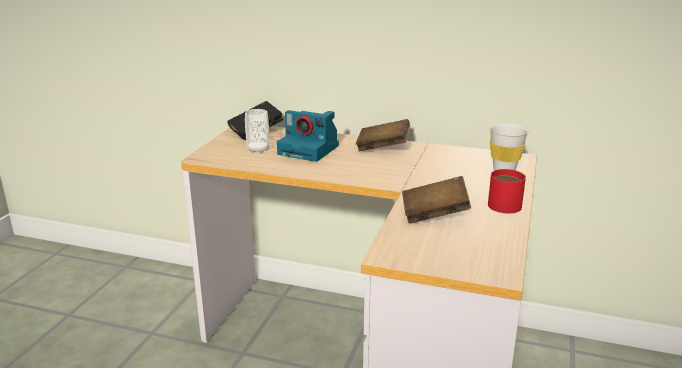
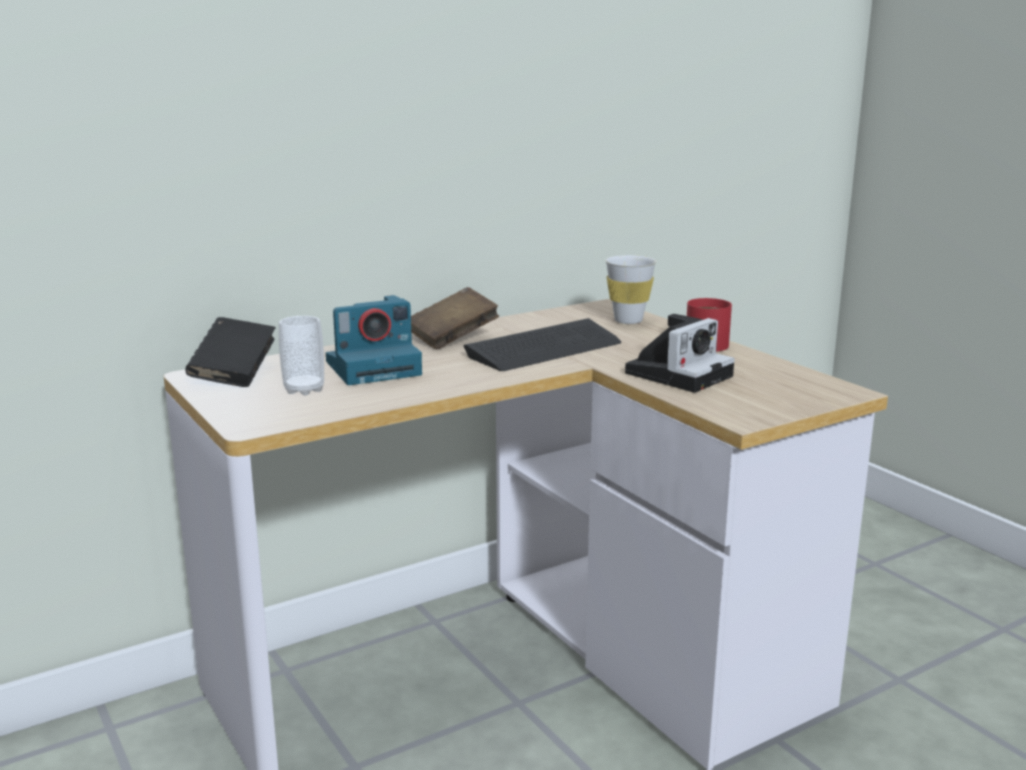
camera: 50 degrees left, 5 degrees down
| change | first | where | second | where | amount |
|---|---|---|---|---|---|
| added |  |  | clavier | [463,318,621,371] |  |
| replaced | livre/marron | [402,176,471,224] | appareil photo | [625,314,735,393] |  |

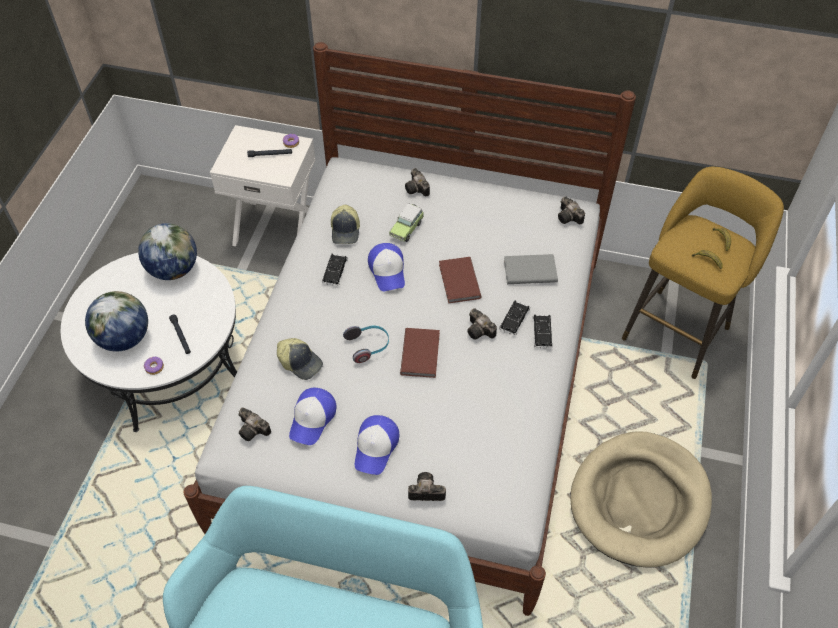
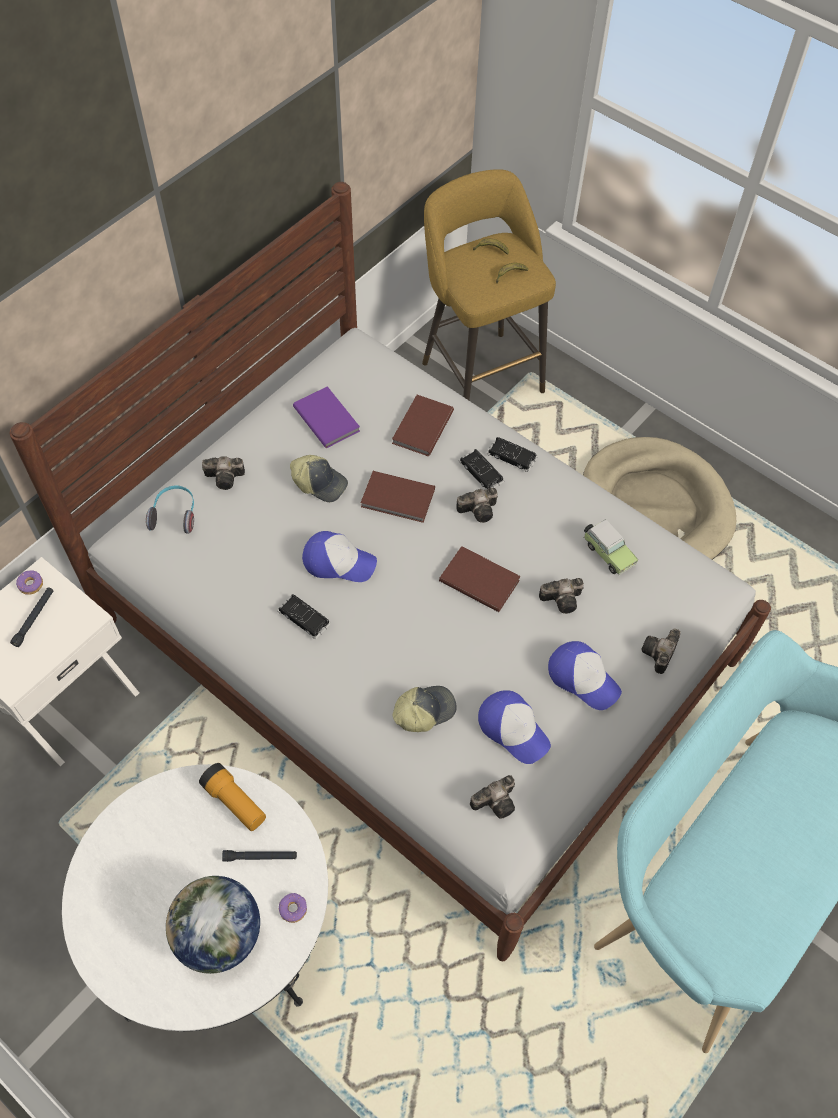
camera: 65 degrees left, 5 degrees up
| change | first | where | second | where | amount |
|---|---|---|---|---|---|
| removed | globe | [138,223,197,280] |  |  |  |
| added |  |  | lampe de poche | [199,763,266,831] |  |
| added |  |  | livre/violet | [293,386,360,448] |  |
| moved | casquette | [331,205,360,244] |  | [290,455,348,502] |  |
| moved | casque audio | [343,326,389,363] |  | [146,486,194,534] |  |
| moved | petite voiture | [389,203,424,242] |  | [583,519,638,575] |  |
| moved | appareil photo | [558,196,585,225] |  | [539,578,584,614] |  |
| recoloured | livre/gris | [504,254,558,284] | livre/marron | [392,395,454,456] |  |

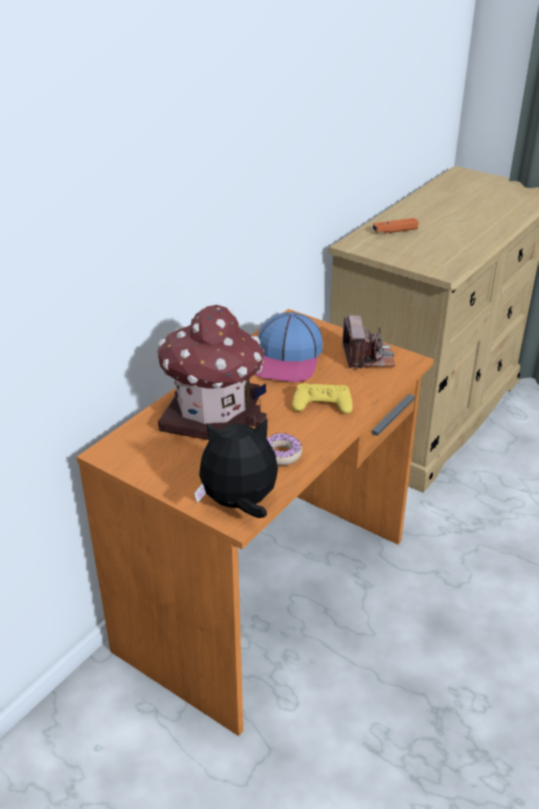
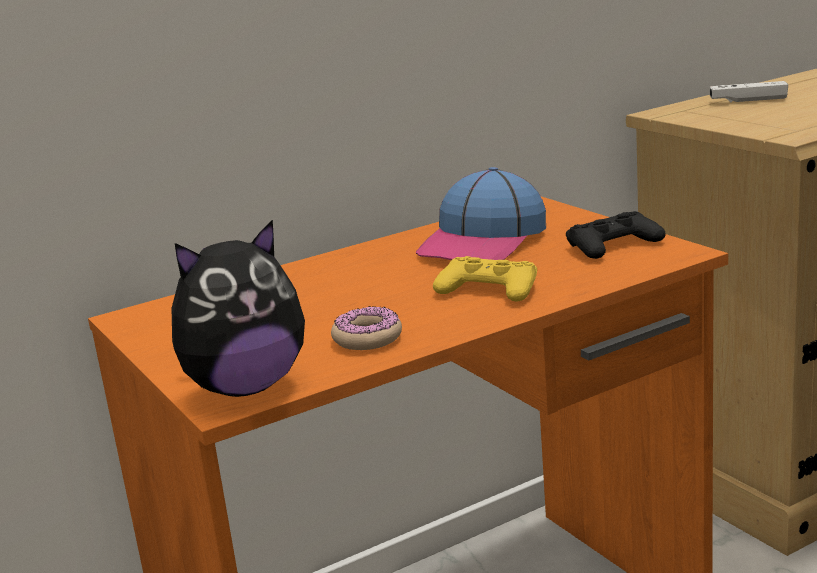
camera: 25 degrees right, 15 degrees down
| change | first | where | second | where | amount |
|---|---|---|---|---|---|
| removed | maison miniature | [158,304,266,440] |  |  |  |
| replaced | appareil photo | [342,315,395,370] | manette/noir | [566,211,666,259] |  |
| recoloured | manette/orange | [373,218,419,233] | manette/blanc | [710,81,788,102] |  |
| turned | peluche | [194,419,278,518] |  | [172,219,305,397] | 135 degrees clockwise |

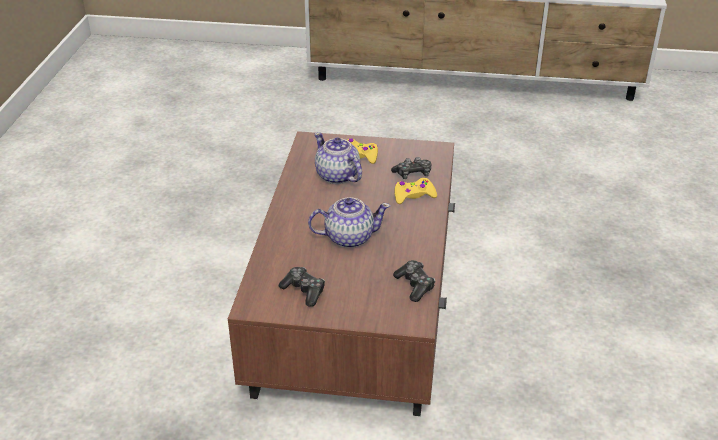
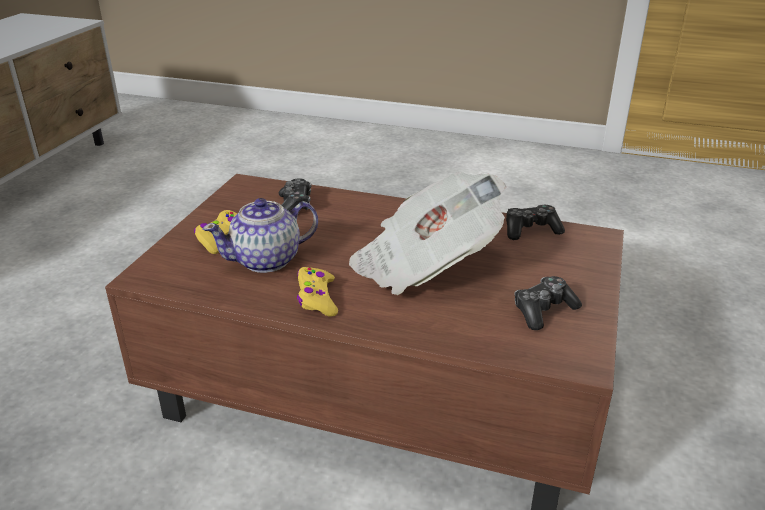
camera: 80 degrees left, 5 degrees down
| change | first | where | second | where | amount |
|---|---|---|---|---|---|
| moved | manette/jaune | [394,178,437,204] |  | [297,267,338,317] |  |
| replaced | théière | [308,197,390,248] | journal | [349,172,506,295] |  |

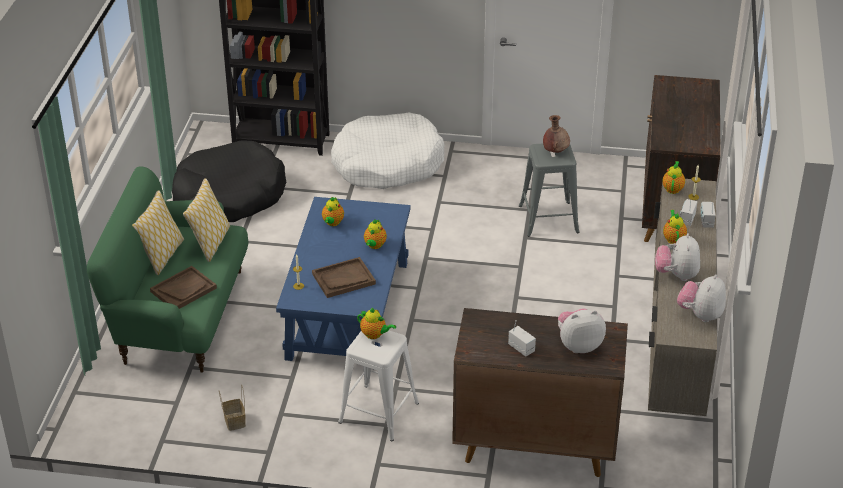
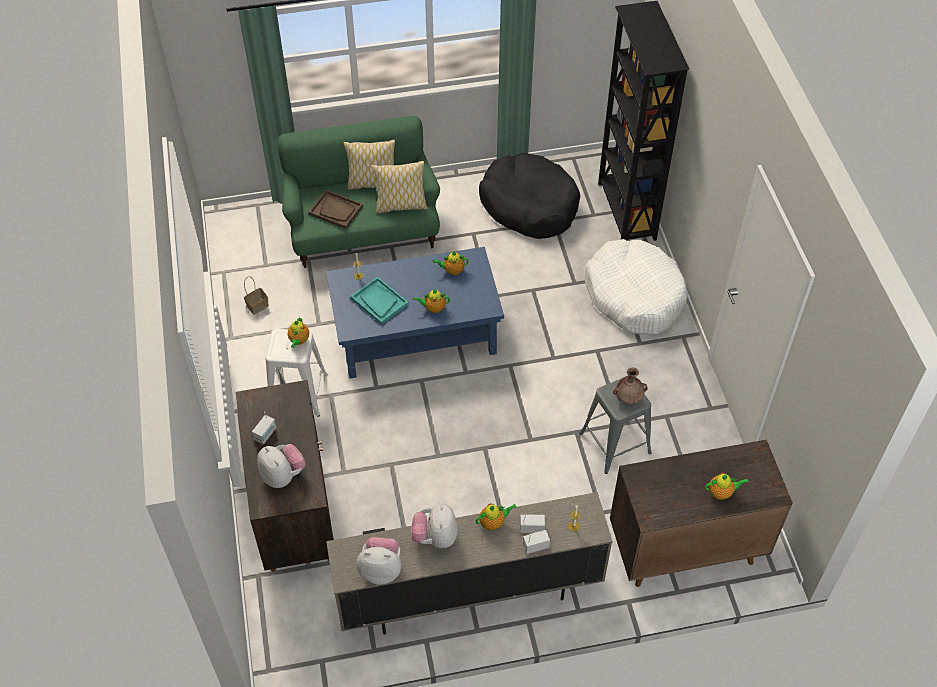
camera: 70 degrees right, 15 degrees up
| change | first | where | second | where | amount |
|---|---|---|---|---|---|
| moved | théière | [662,161,685,194] |  | [705,473,748,500] |  |
| recoloured | plateau/marron | [312,257,376,298] | plateau/turquoise | [350,277,409,325] |  |
| turned | peluche | [655,233,700,281] |  | [411,503,458,548] | 75 degrees counterclockwise |

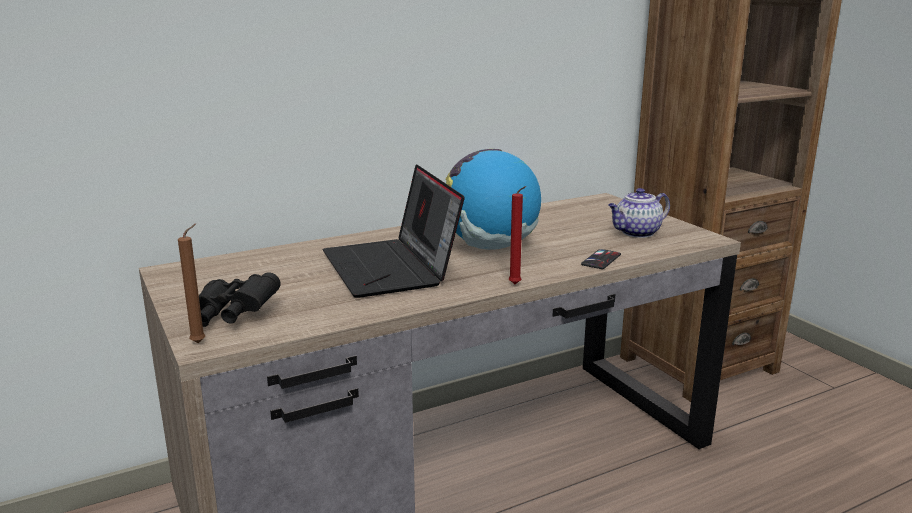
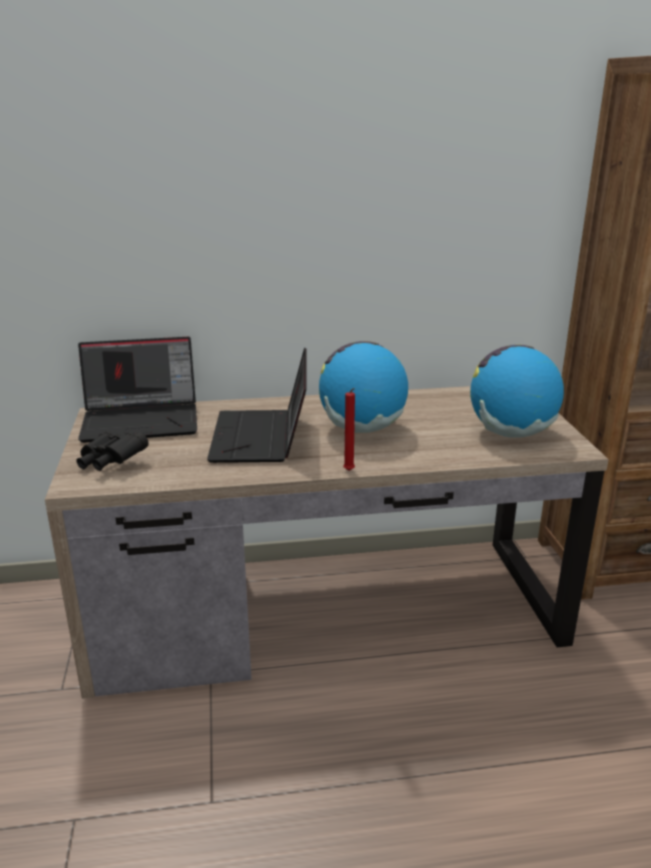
camera: 20 degrees right, 5 degrees up
| change | first | where | second | where | amount |
|---|---|---|---|---|---|
| removed | bougie/marron | [178,223,205,343] |  |  |  |
| removed | téléphone | [581,249,621,269] |  |  |  |
| added |  |  | ordinateur portable | [78,337,197,443] |  |
| replaced | théière | [608,188,670,238] | globe | [470,345,564,438] |  |

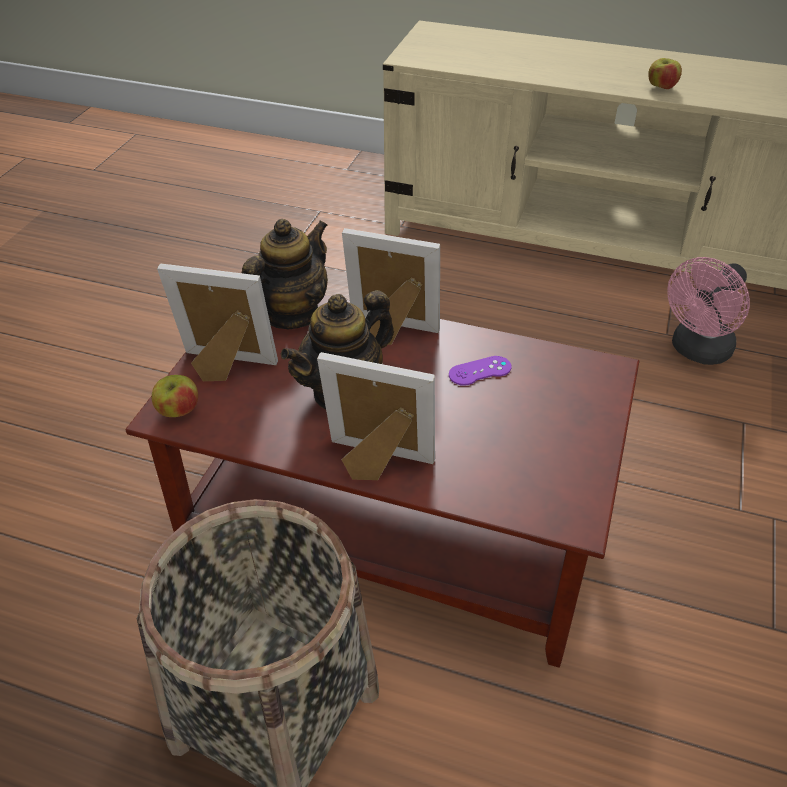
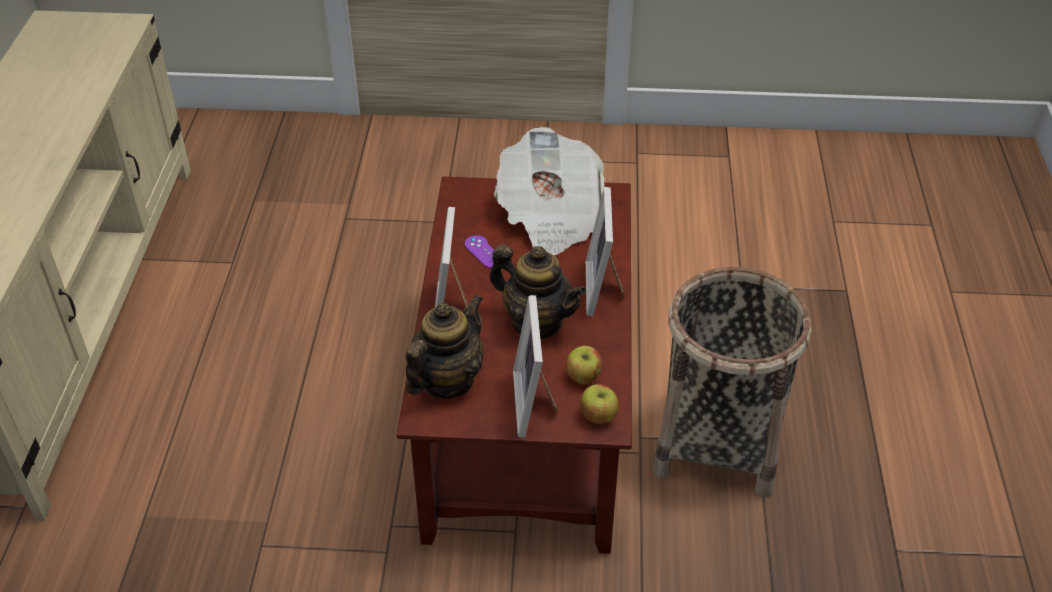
camera: 105 degrees left, 0 degrees up
| change | first | where | second | where | amount |
|---|---|---|---|---|---|
| removed | ventilateur/rose | [667,257,750,365] |  |  |  |
| added |  |  | journal | [494,127,604,255] |  |
| moved | pomme | [648,58,682,89] |  | [566,346,602,384] |  |
| turned | théière | [242,219,328,329] |  | [406,294,484,399] | 105 degrees clockwise |

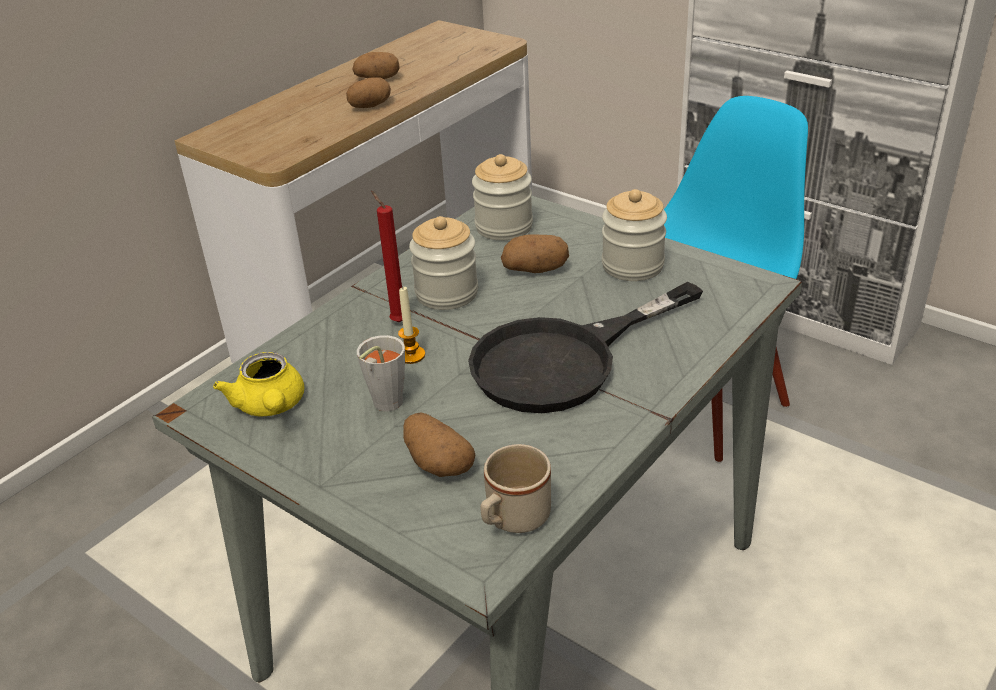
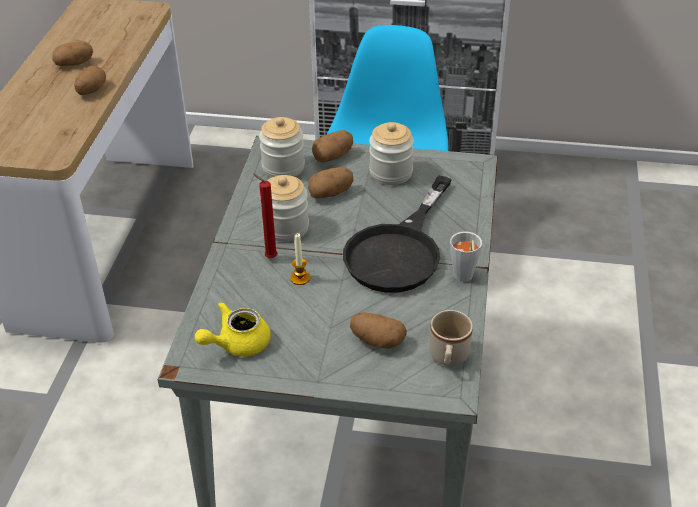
camera: 30 degrees left, 5 degrees up
| change | first | where | second | where | amount |
|---|---|---|---|---|---|
| added |  |  | pomme de terre | [312,130,353,162] |  |
| moved | tasse/gris | [357,335,405,411] |  | [450,231,482,282] |  |
| turned | théière/jaune | [213,352,304,417] |  | [195,302,271,357] | 105 degrees clockwise |

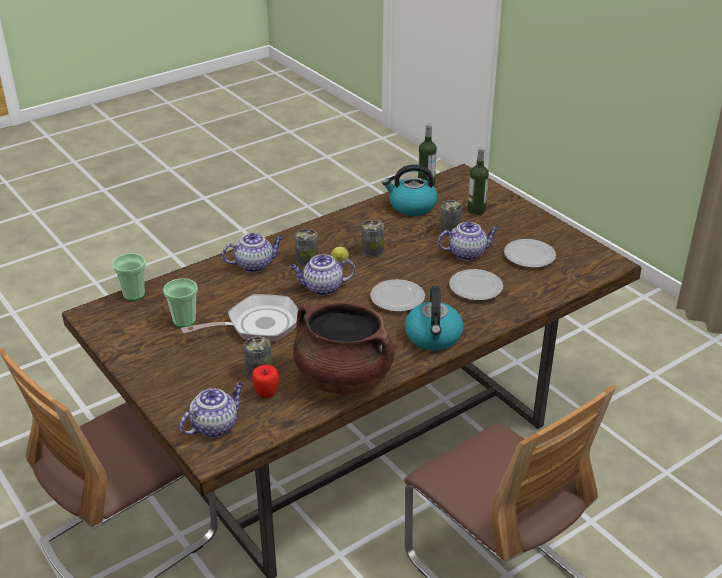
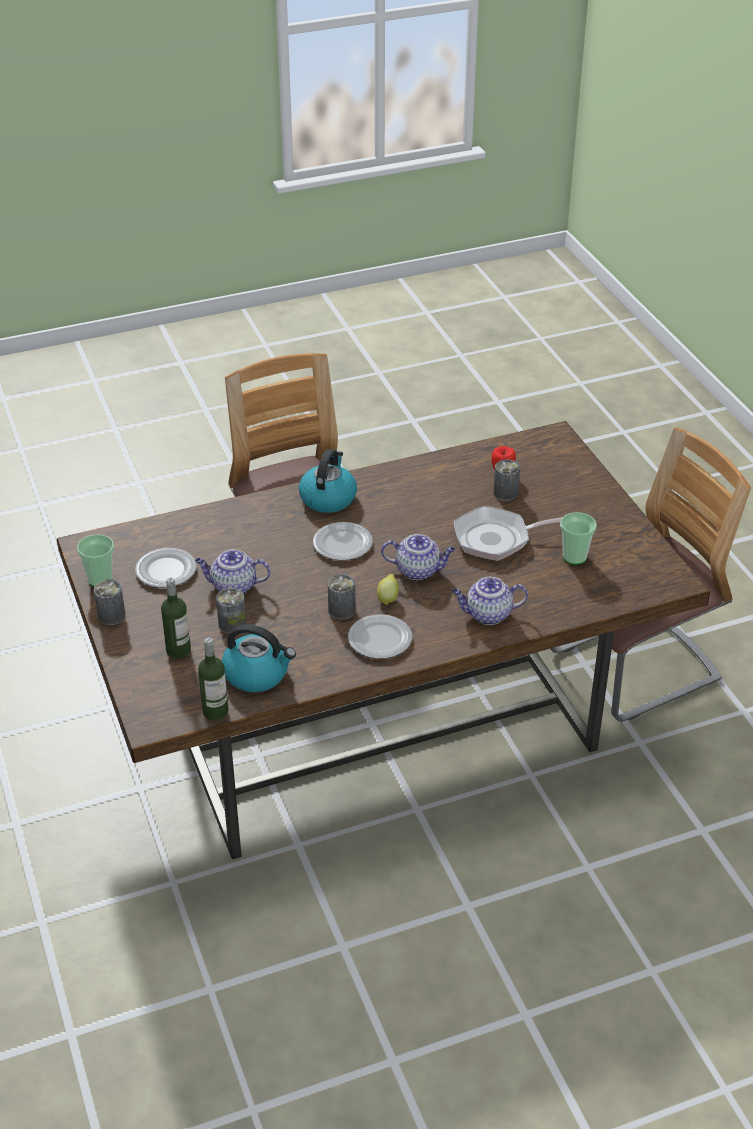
camera: 165 degrees left, 5 degrees up
| change | first | where | second | where | amount |
|---|---|---|---|---|---|
| removed | théière | [180,383,244,438] |  |  |  |
| removed | marmite/marron | [293,302,395,394] |  |  |  |
| moved | tasse | [112,253,146,301] |  | [77,534,114,587] |  |
| moved | boîte métallique | [295,229,318,266] |  | [94,580,126,625] |  |
| moved | assiette | [449,269,503,301] |  | [348,614,412,659] |  |

